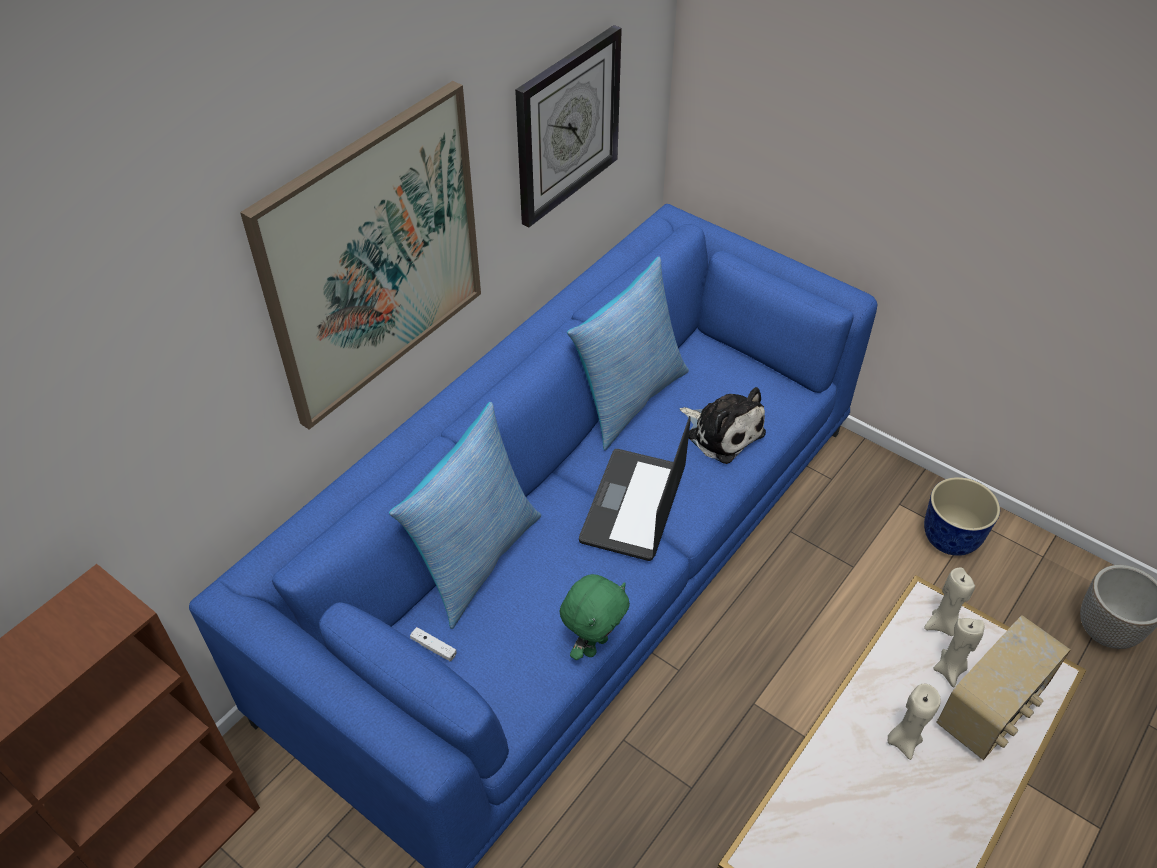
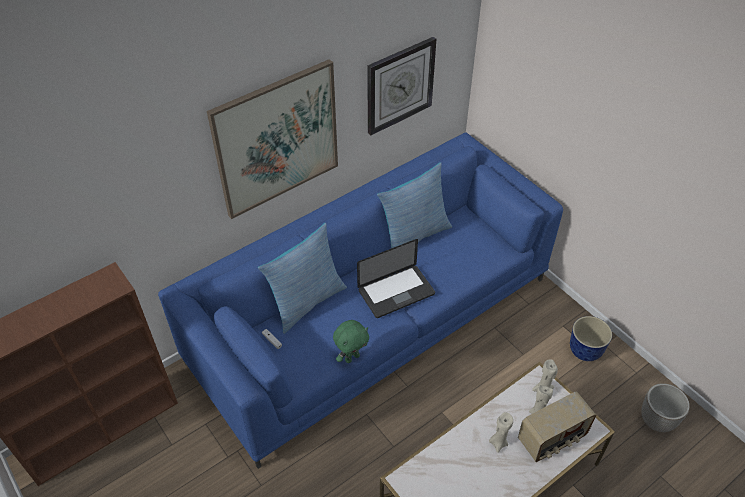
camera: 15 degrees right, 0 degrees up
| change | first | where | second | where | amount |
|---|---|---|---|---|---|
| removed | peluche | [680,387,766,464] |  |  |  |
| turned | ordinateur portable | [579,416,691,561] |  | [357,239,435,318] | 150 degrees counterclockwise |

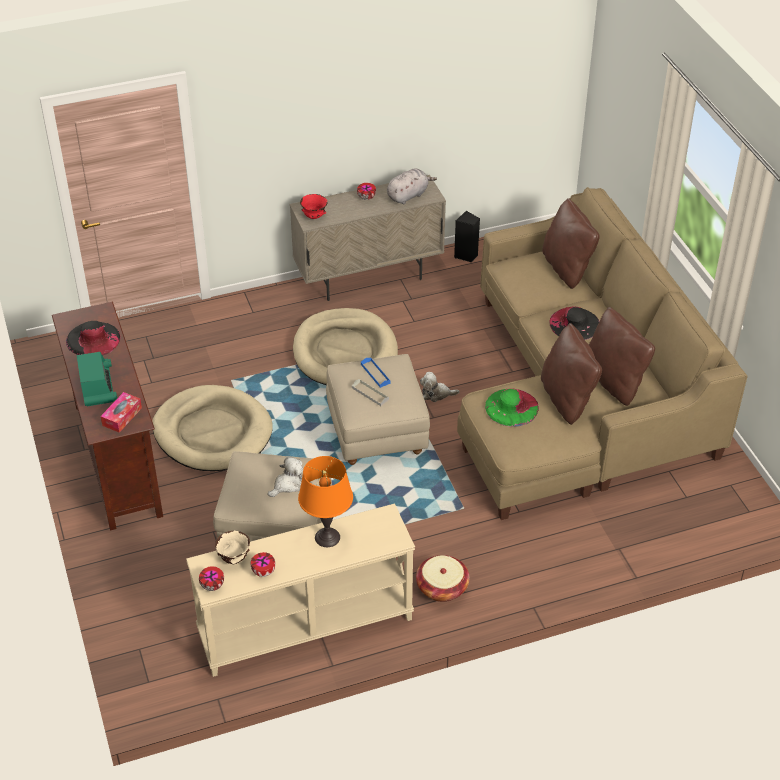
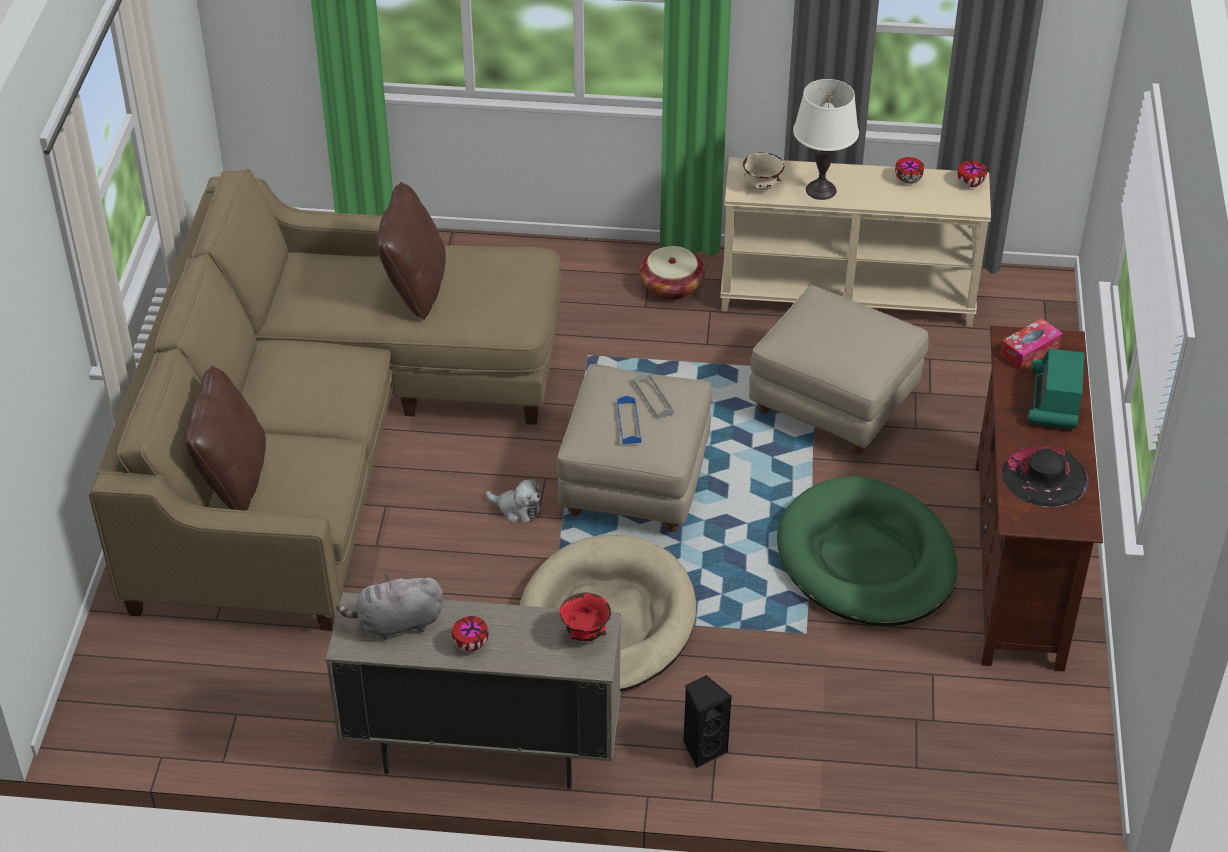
camera: 155 degrees left, 0 degrees up
| change | first | where | second | where | amount |
|---|---|---|---|---|---|
| removed | peluche | [268,456,303,497] |  |  |  |
| removed | chapeau/vert | [485,389,539,427] |  |  |  |
| removed | chapeau/noir | [550,307,600,340] |  |  |  |
| removed | coussin/marron | [589,307,655,406] |  |  |  |
| moved | bol/beige | [215,531,250,565] |  | [743,152,784,190] |  |
| moved | enceinte/noir | [454,211,480,262] |  | [683,675,732,768] |  |
| recoloured | panier pour chien/beige | [152,385,273,471] | panier pour chien/vert | [777,476,957,626] |  |
| recoloured | lampe de table/orange | [298,456,353,547] | lampe de table/blanc | [793,79,859,200] |  |

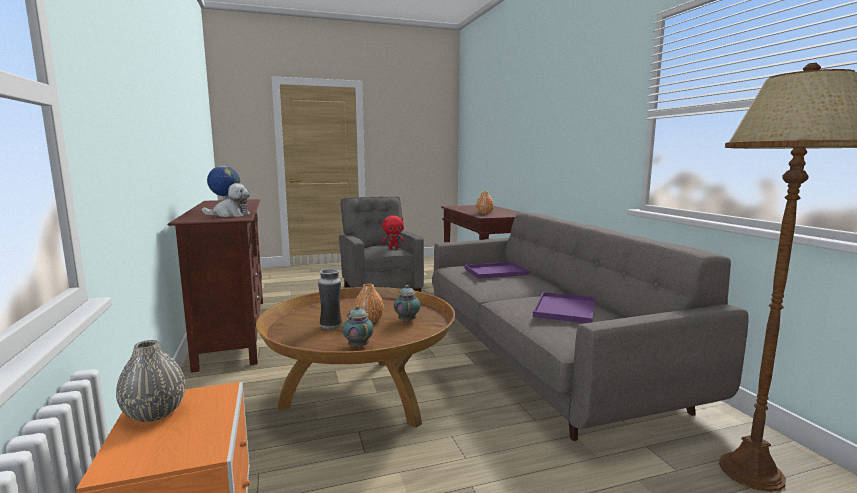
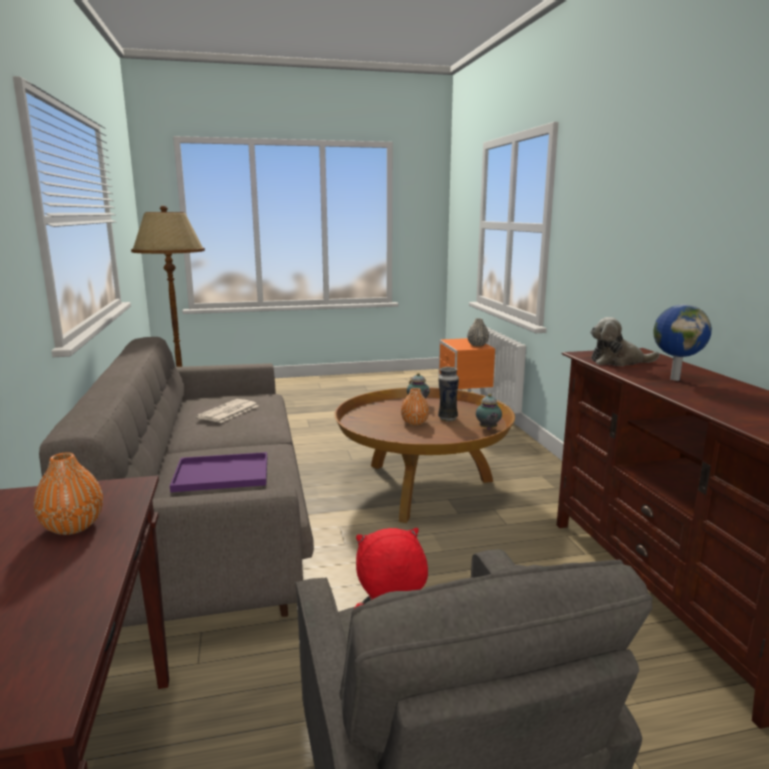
camera: 175 degrees left, 5 degrees up
| change | first | where | second | where | amount |
|---|---|---|---|---|---|
| moved | théière | [394,285,420,322] |  | [476,394,502,430] |  |
| replaced | plateau/violet | [533,292,595,323] | journal | [196,399,258,423] |  |

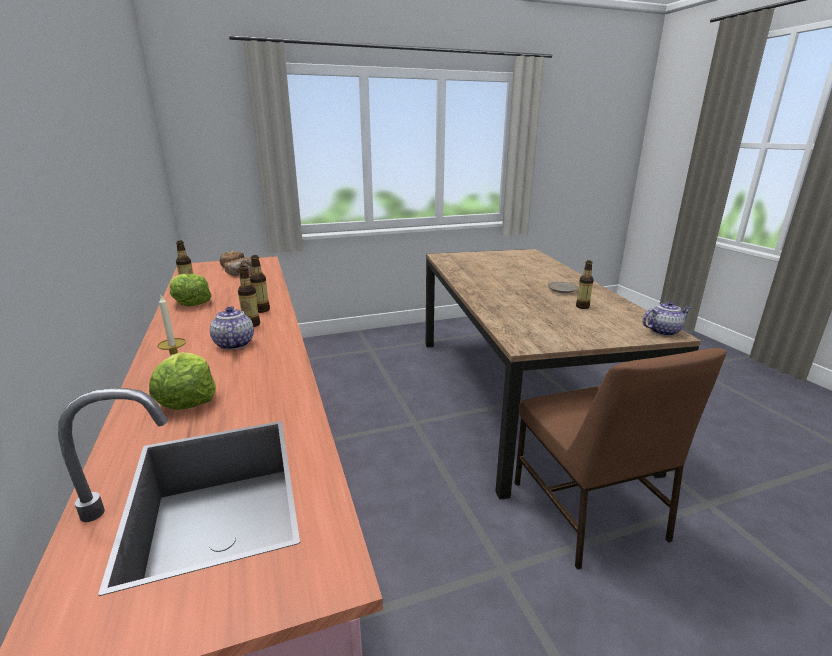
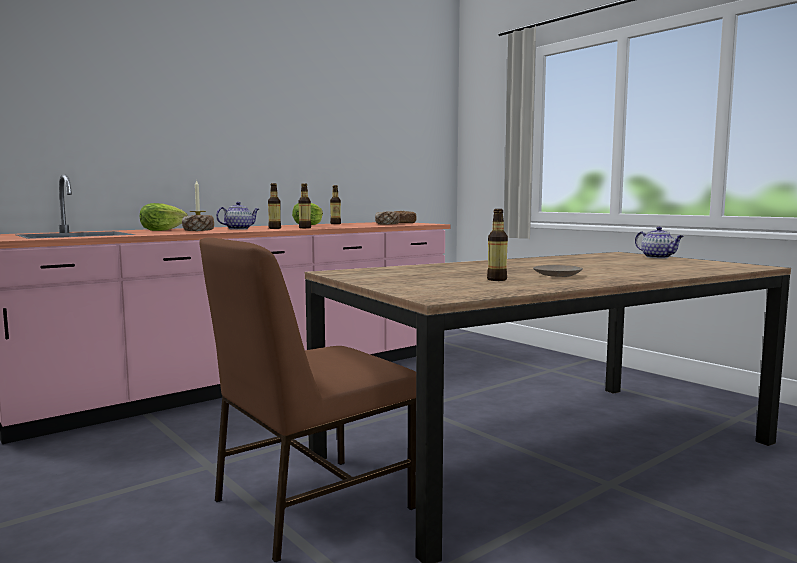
camera: 70 degrees right, 15 degrees down
| change | first | where | second | where | amount |
|---|---|---|---|---|---|
| added |  |  | pain | [182,215,214,231] |  |
| moved | théière | [642,301,691,336] |  | [635,227,684,258] |  |

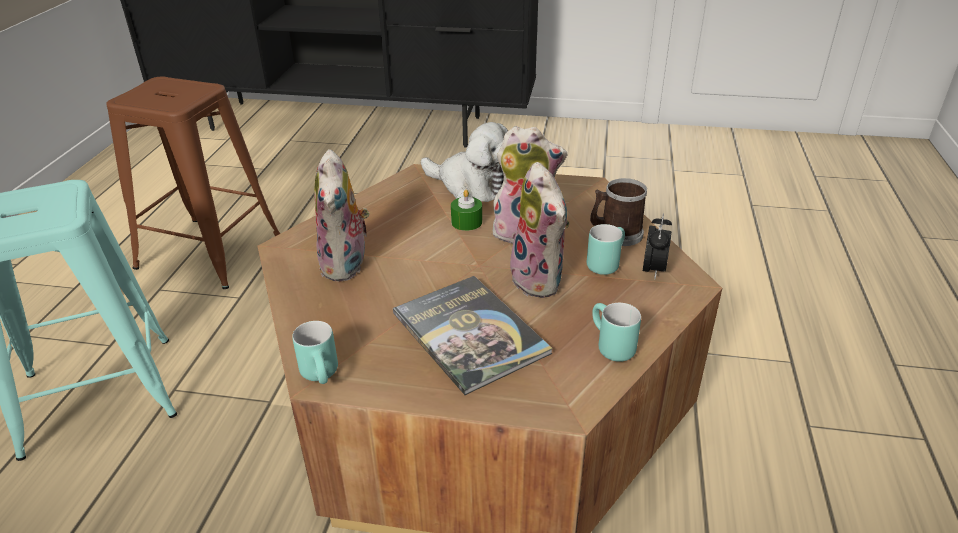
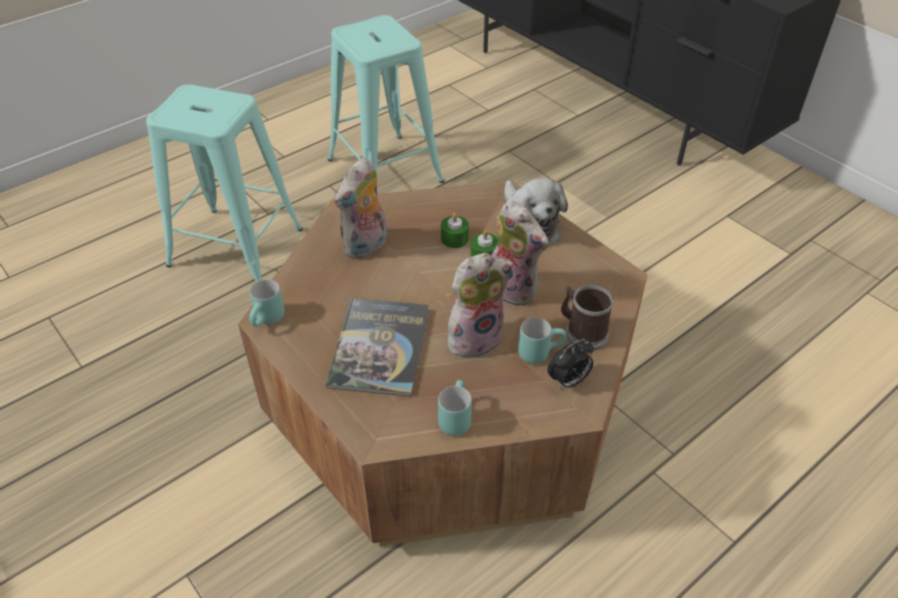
camera: 40 degrees right, 10 degrees up
| change | first | where | second | where | amount |
|---|---|---|---|---|---|
| added |  |  | bougie/vert | [441,213,469,248] |  |
| recoloured | tabouret/marron | [106,76,280,289] | tabouret/turquoise | [328,15,444,183] |  |
| turned | peluche | [510,162,569,298] |  | [448,253,514,361] | 135 degrees counterclockwise |

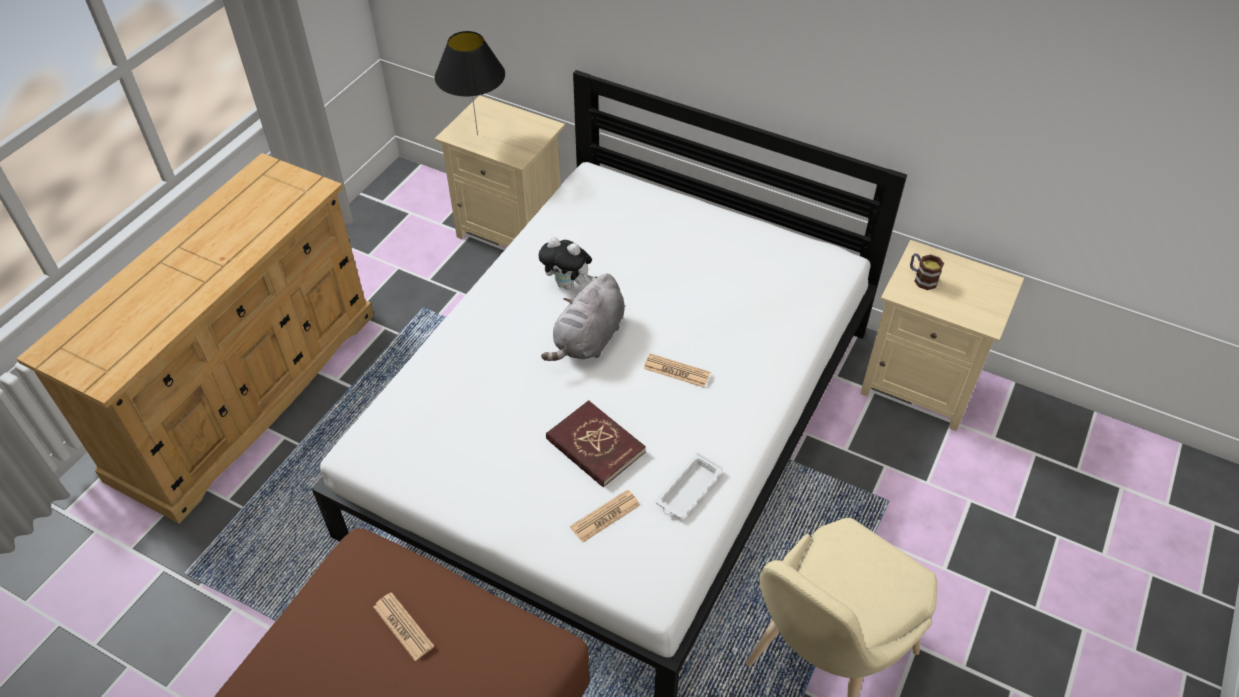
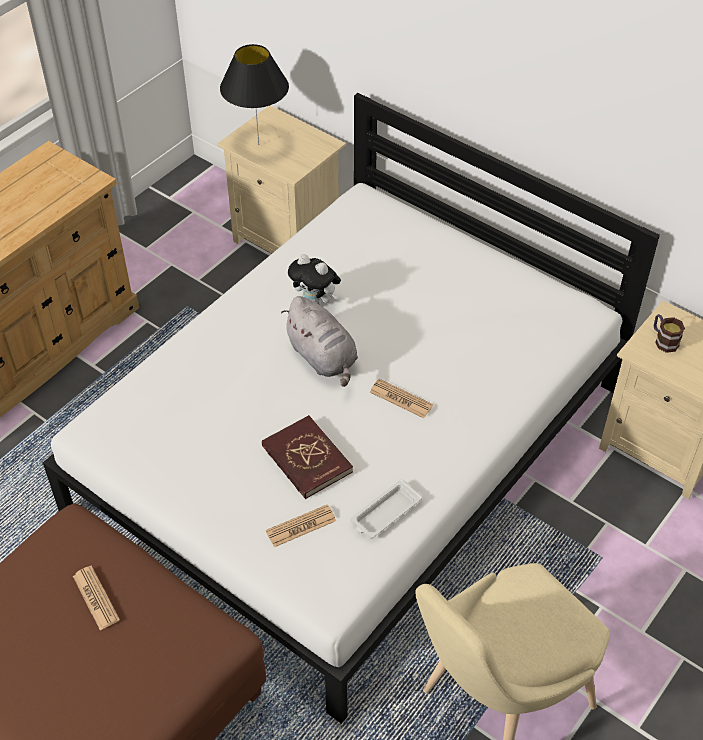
camera: 10 degrees right, 0 degrees up
| change | first | where | second | where | amount |
|---|---|---|---|---|---|
| turned | peluche/gris | [541,273,625,361] |  | [281,296,358,387] | 75 degrees counterclockwise |

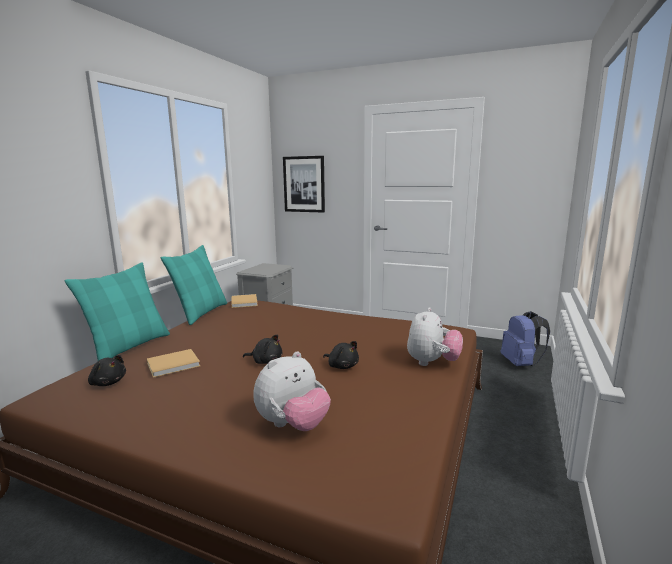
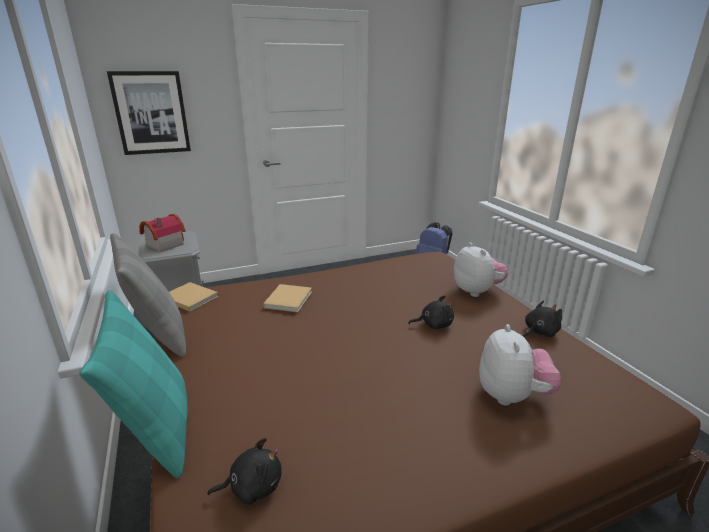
camera: 45 degrees left, 10 degrees up
| change | first | where | second | where | amount |
|---|---|---|---|---|---|
| added |  |  | maison miniature | [139,214,186,252] |  |
| moved | livre/beige | [147,349,200,378] |  | [263,284,312,312] |  |
| moved | peluche/noir | [243,334,282,364] |  | [523,300,562,337] |  |
| recoloured | coussin/turquoise | [161,245,227,325] | coussin/gris | [110,233,186,357] |  |

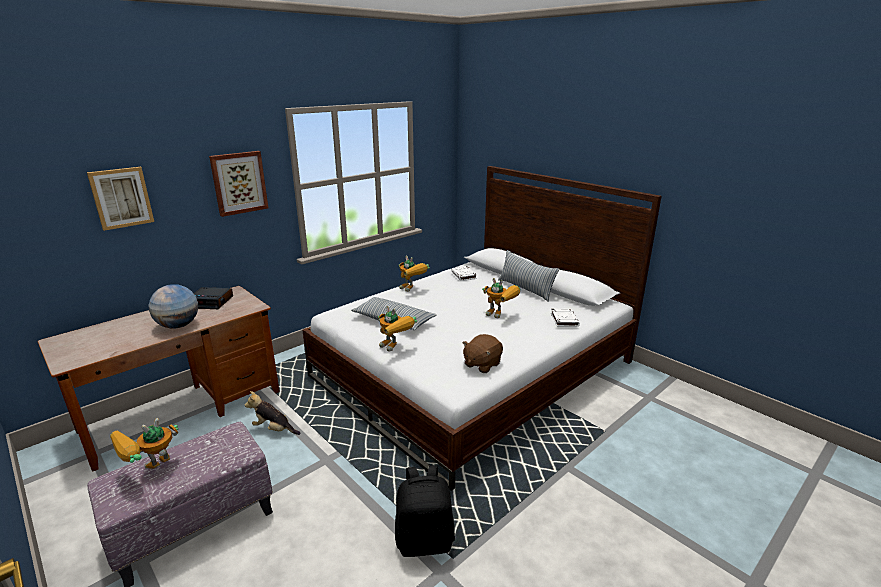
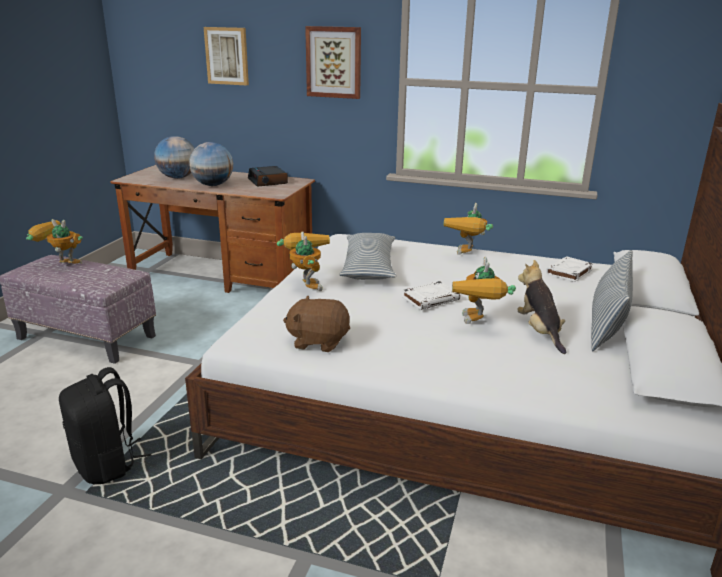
camera: 60 degrees right, 0 degrees up
| change | first | where | second | where | amount |
|---|---|---|---|---|---|
| added |  |  | globe | [154,136,195,179] |  |
| moved | peluche | [245,391,301,435] |  | [517,260,566,354] |  |
| moved | livre/blanc | [551,309,580,327] |  | [402,281,460,310] |  |
| turned | robot jouet | [378,306,417,352] |  | [277,231,330,291] | 150 degrees clockwise |

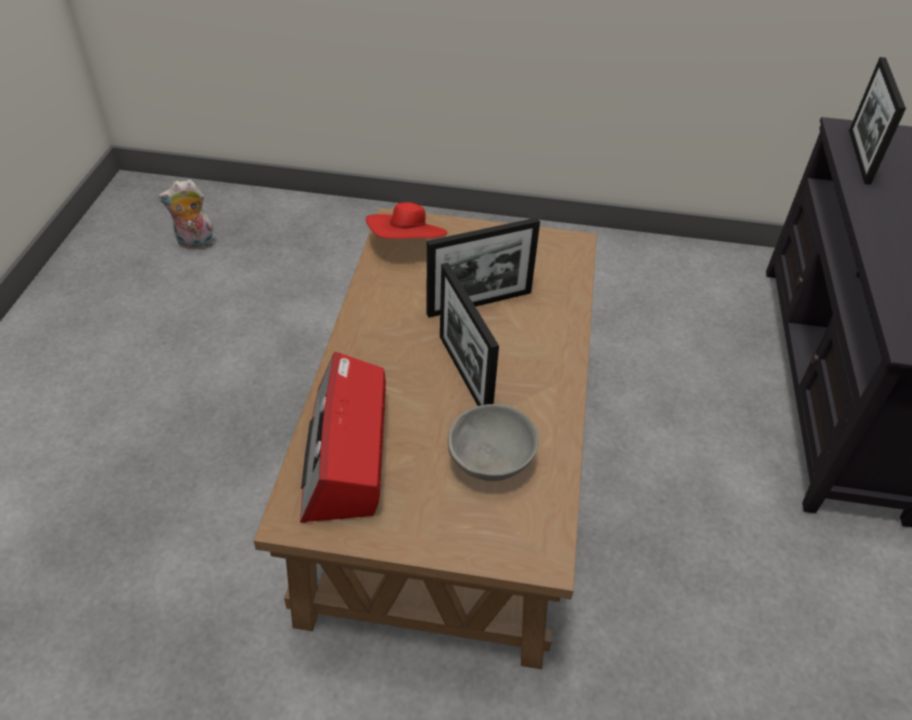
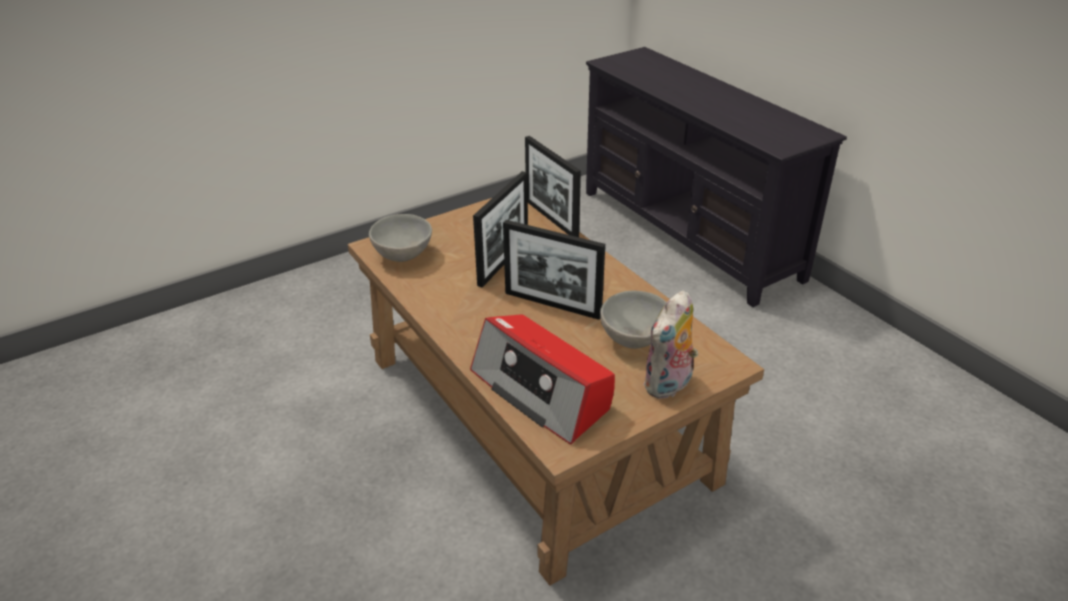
camera: 40 degrees left, 10 degrees down
| change | first | where | second | where | amount |
|---|---|---|---|---|---|
| moved | peluche | [158,180,218,249] |  | [643,290,698,399] |  |
| moved | cadre photo | [849,57,906,185] |  | [525,136,581,237] |  |
| replaced | chapeau/rouge | [366,202,448,239] | bol/gris | [369,214,432,262] |  |

